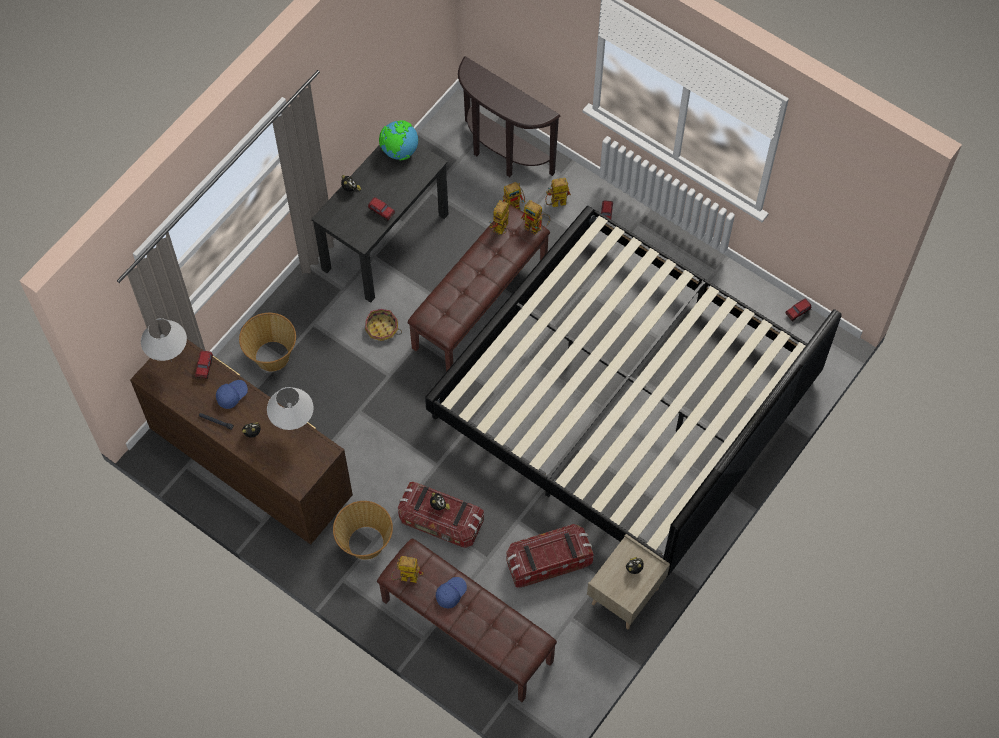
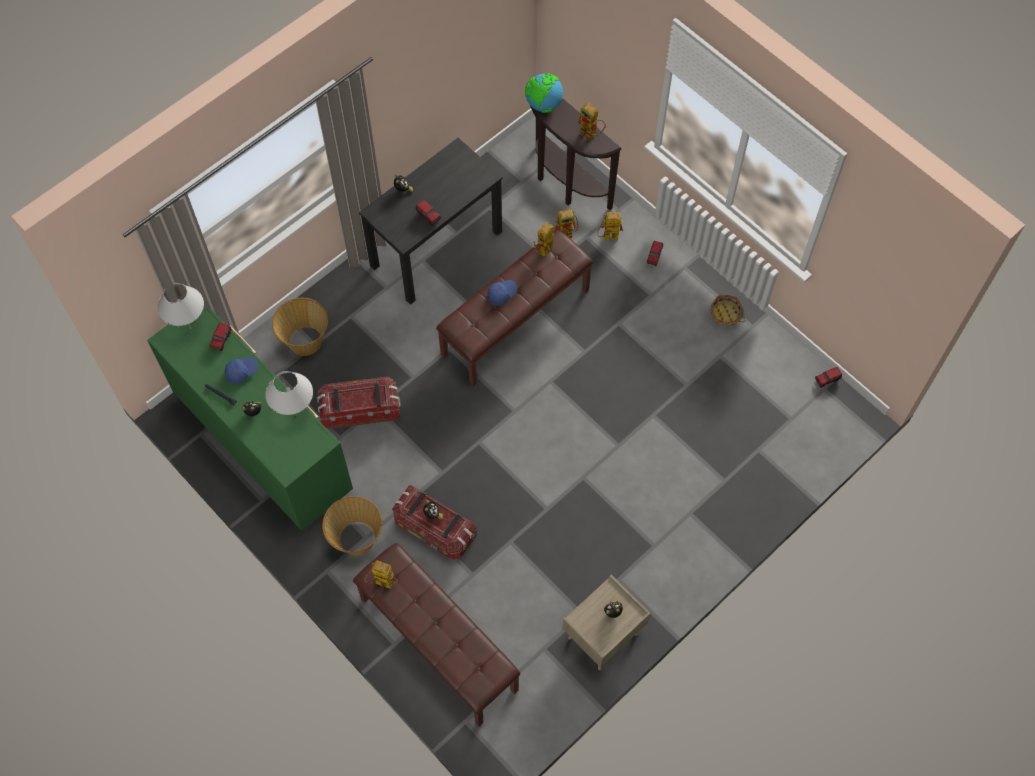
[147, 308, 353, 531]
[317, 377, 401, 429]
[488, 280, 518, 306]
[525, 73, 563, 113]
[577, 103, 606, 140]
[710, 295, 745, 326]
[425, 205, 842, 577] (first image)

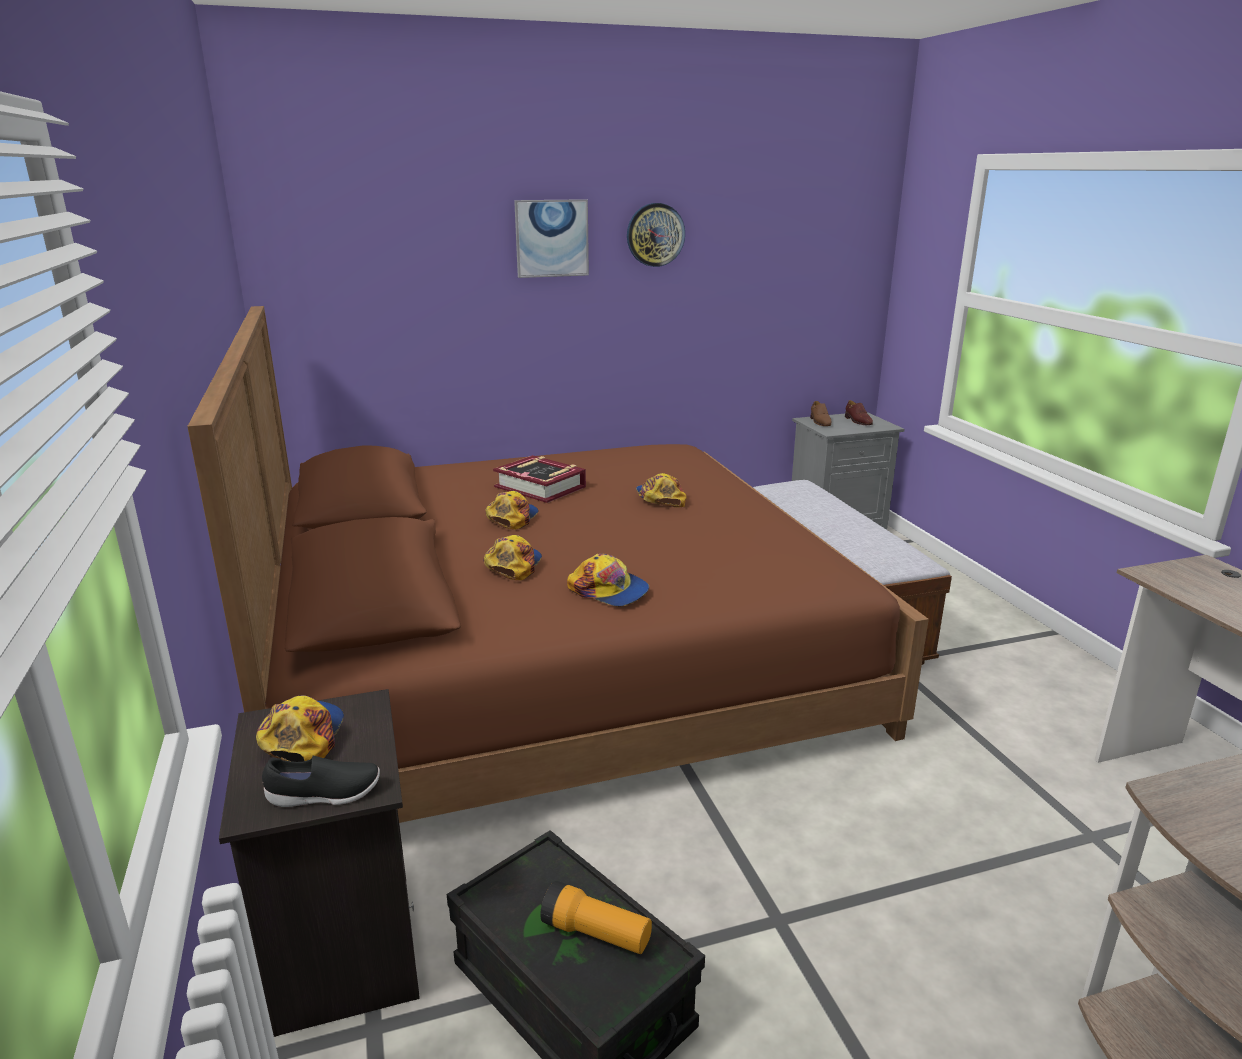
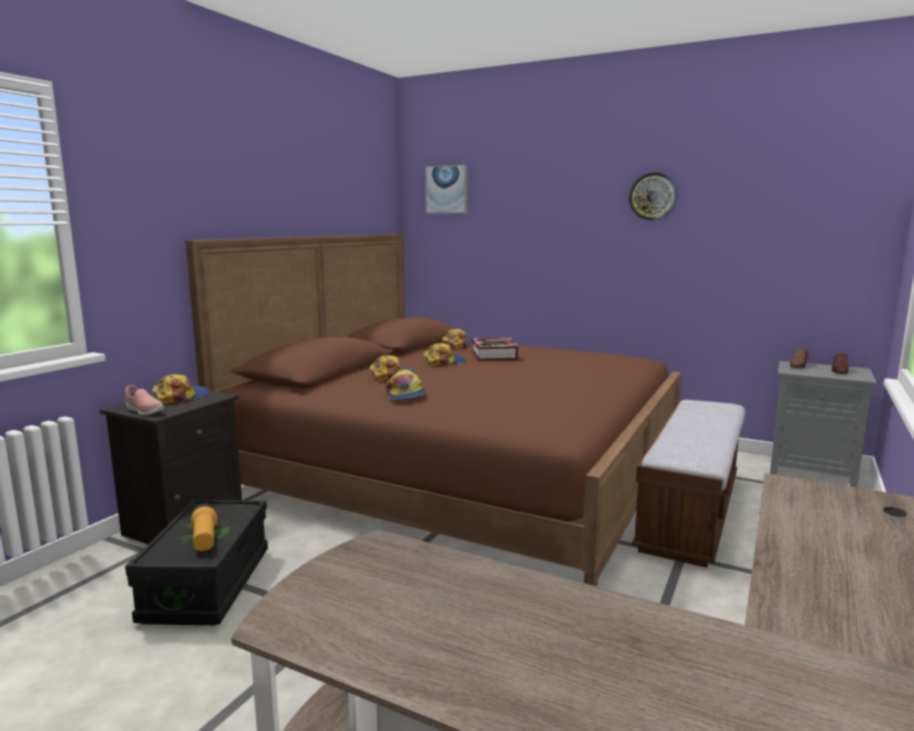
[125, 385, 164, 415]
[425, 164, 468, 214]
[442, 329, 474, 349]

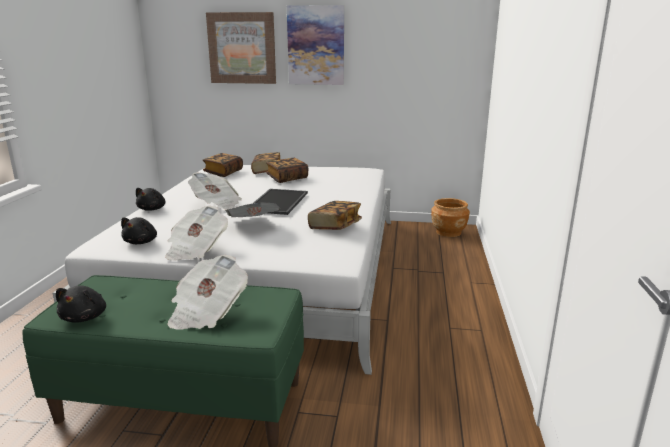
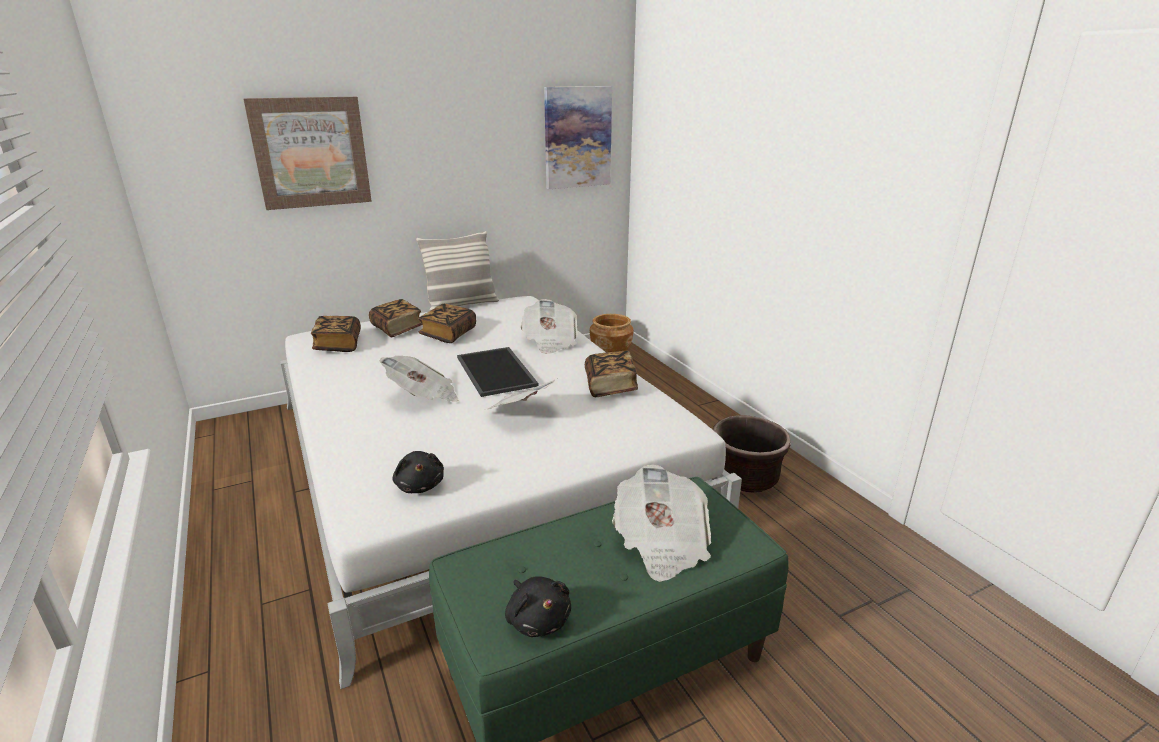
[416, 231, 499, 311]
[520, 299, 578, 354]
[544, 86, 612, 189]
[713, 415, 791, 492]
[136, 188, 166, 211] (first image)

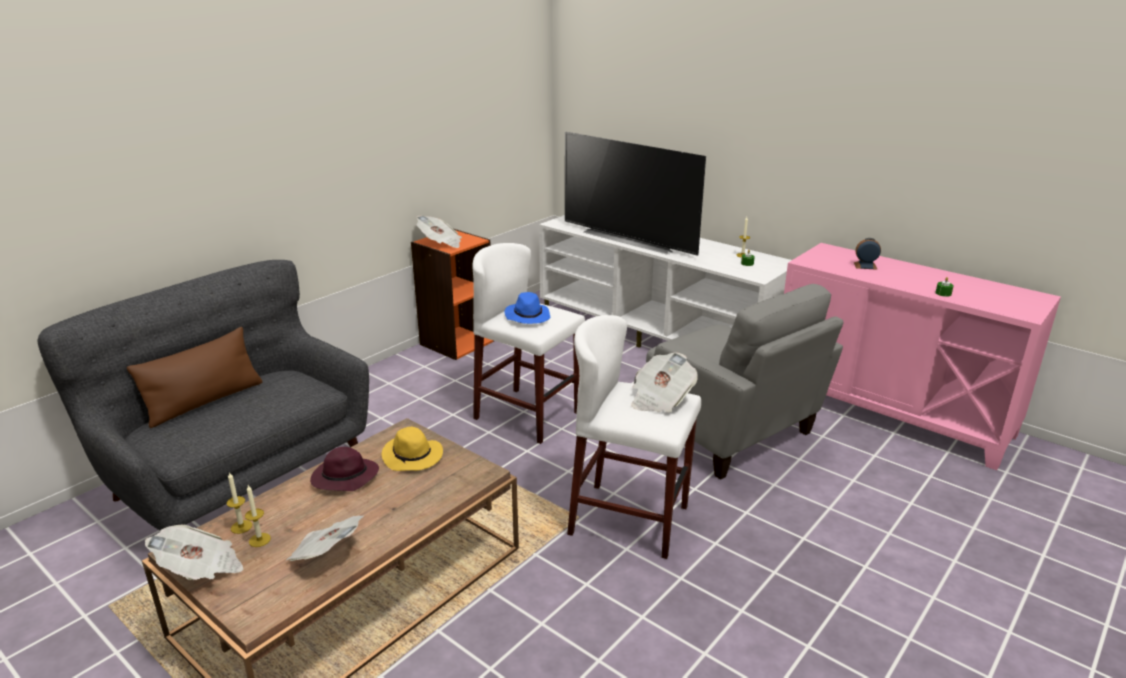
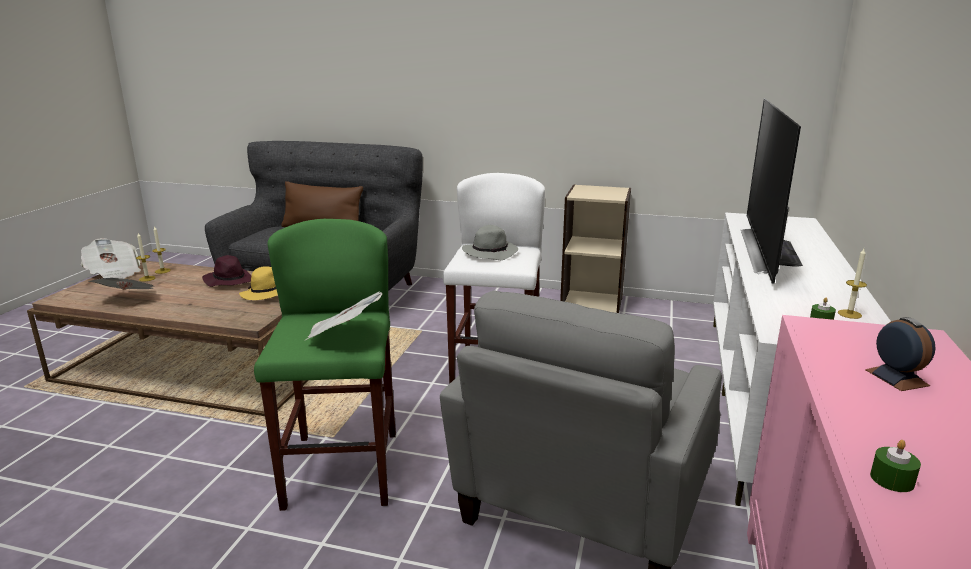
[254, 219, 396, 511]
[462, 225, 518, 260]
[560, 184, 631, 313]
[416, 215, 462, 248] (first image)

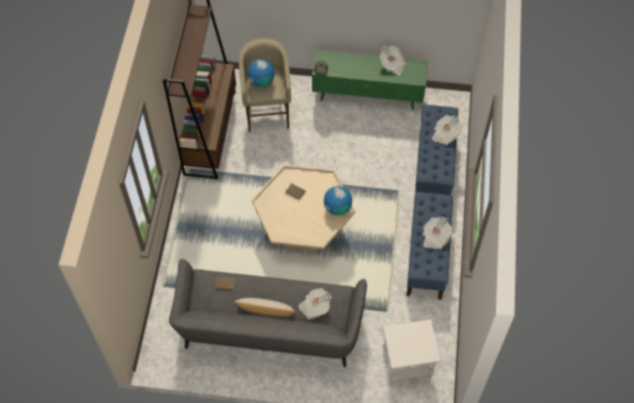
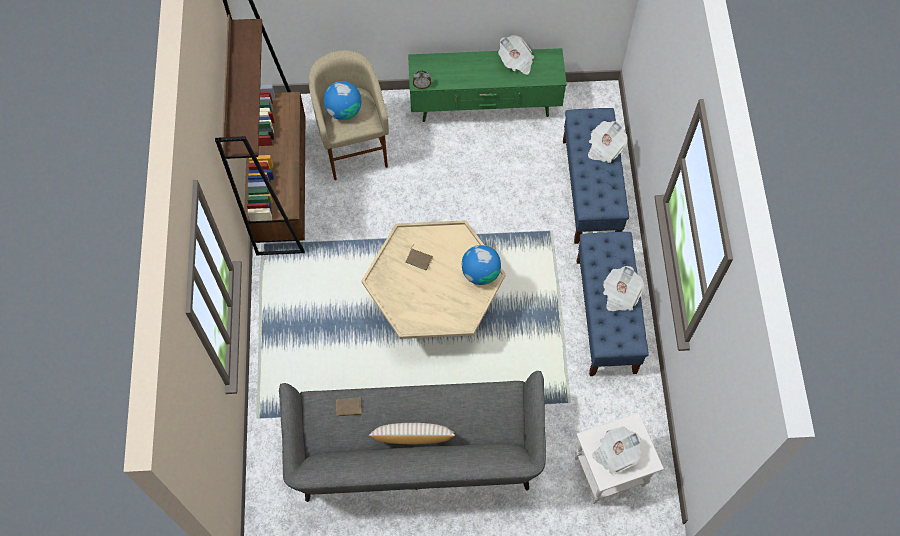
[592, 426, 641, 474]

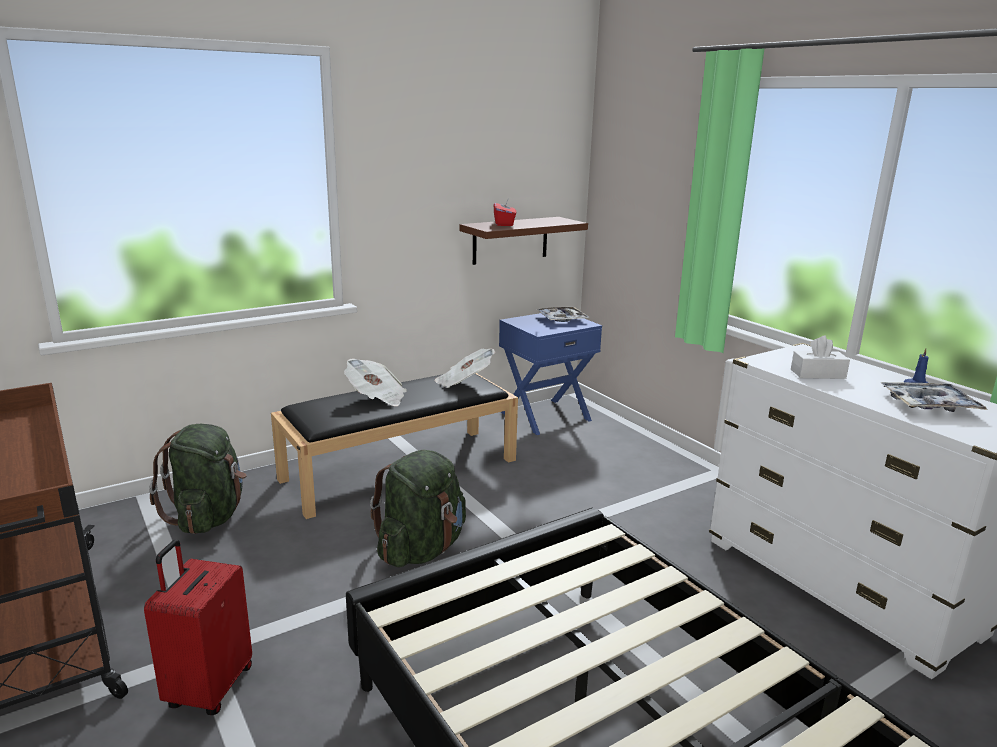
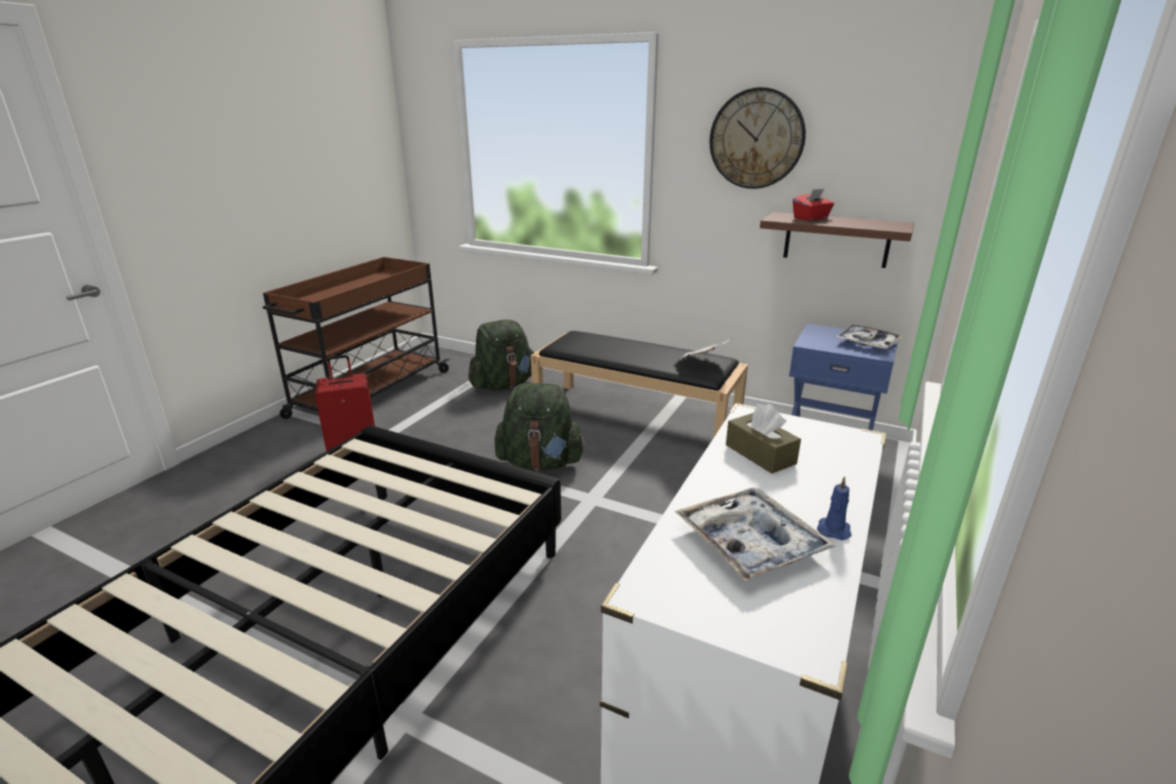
[710, 87, 806, 189]
[726, 403, 801, 474]
[344, 358, 407, 406] (first image)

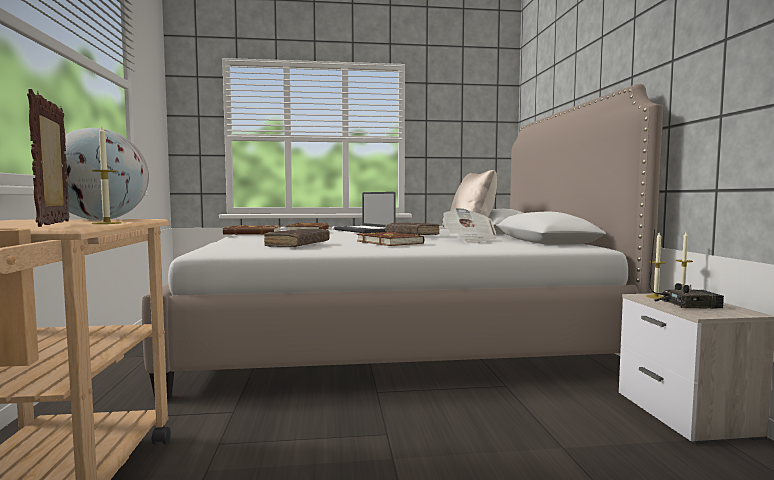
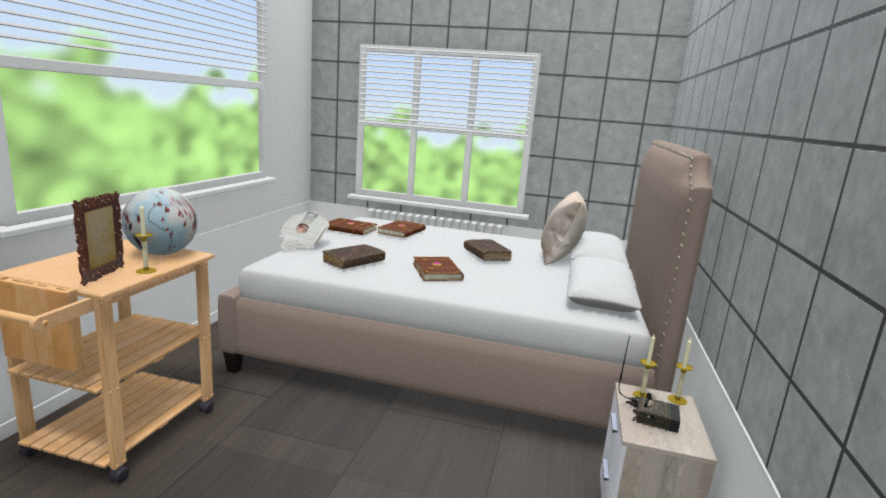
[279, 211, 330, 250]
[334, 192, 396, 233] (first image)

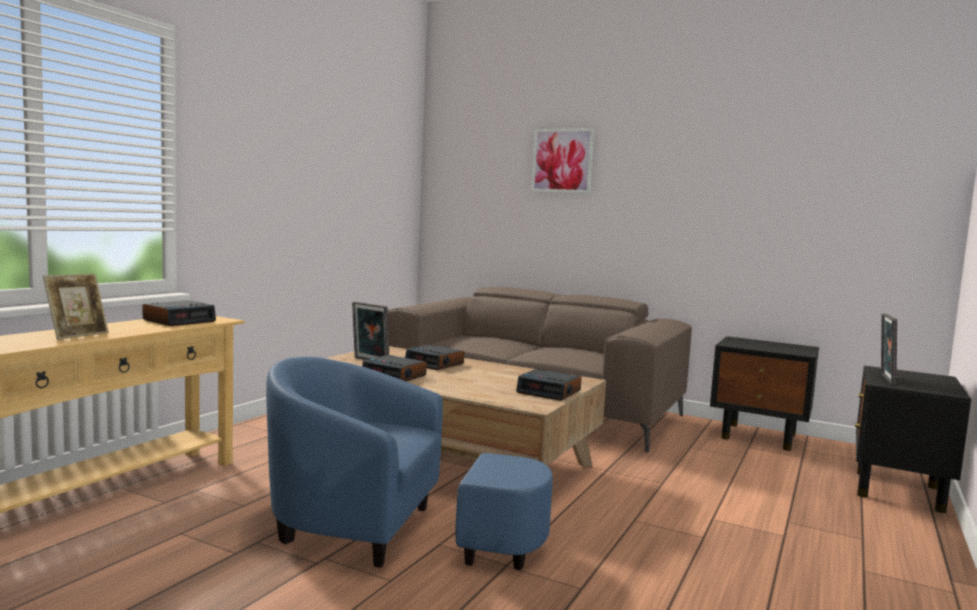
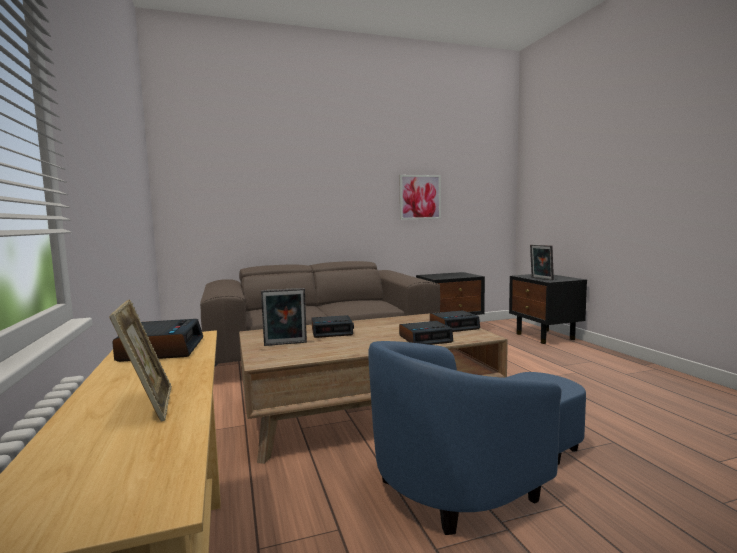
[399, 175, 441, 220]
[399, 321, 453, 345]

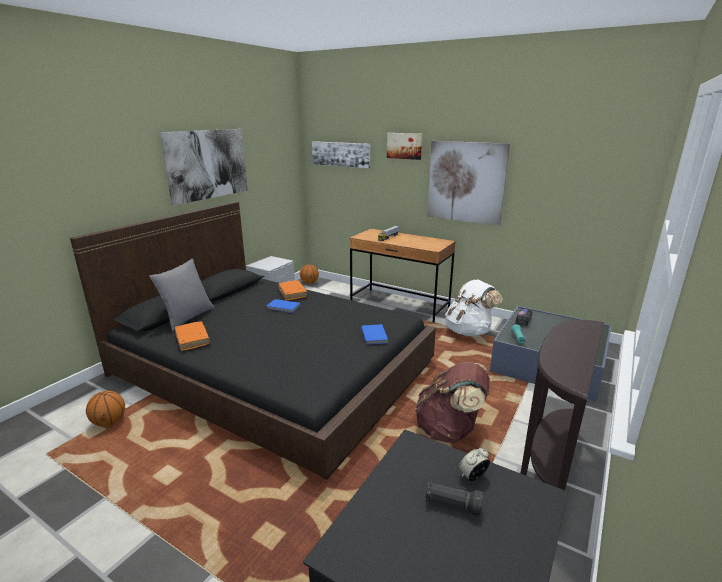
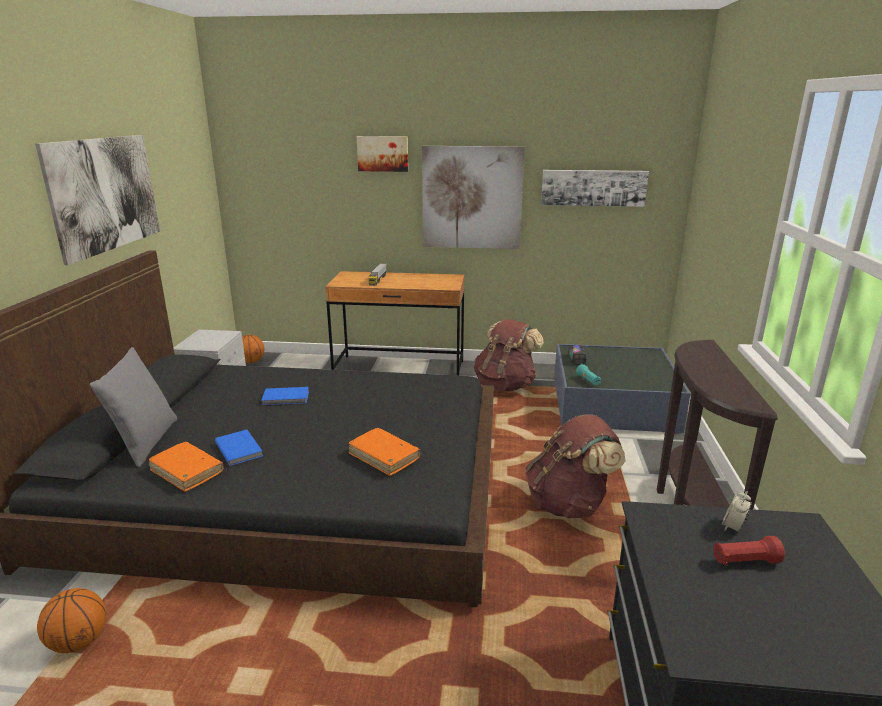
[215, 430, 263, 466]
[349, 428, 420, 476]
[474, 319, 544, 391]
[541, 170, 649, 207]
[713, 536, 785, 565]

